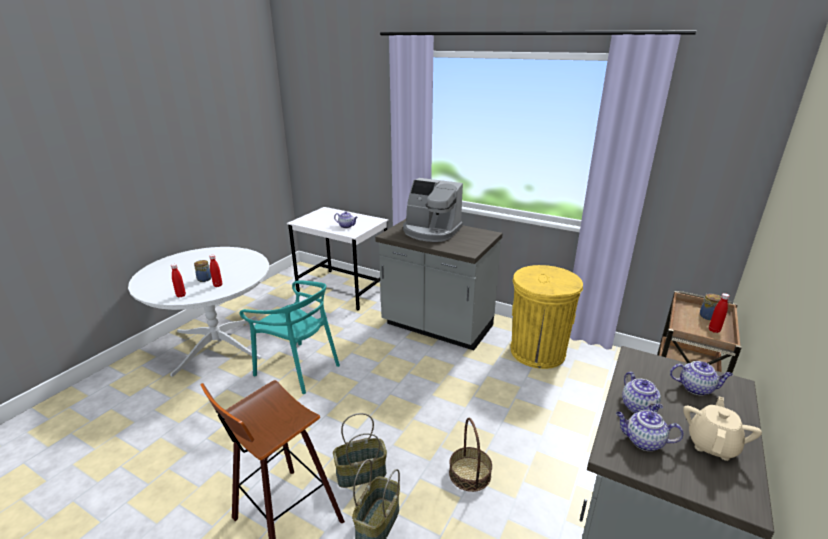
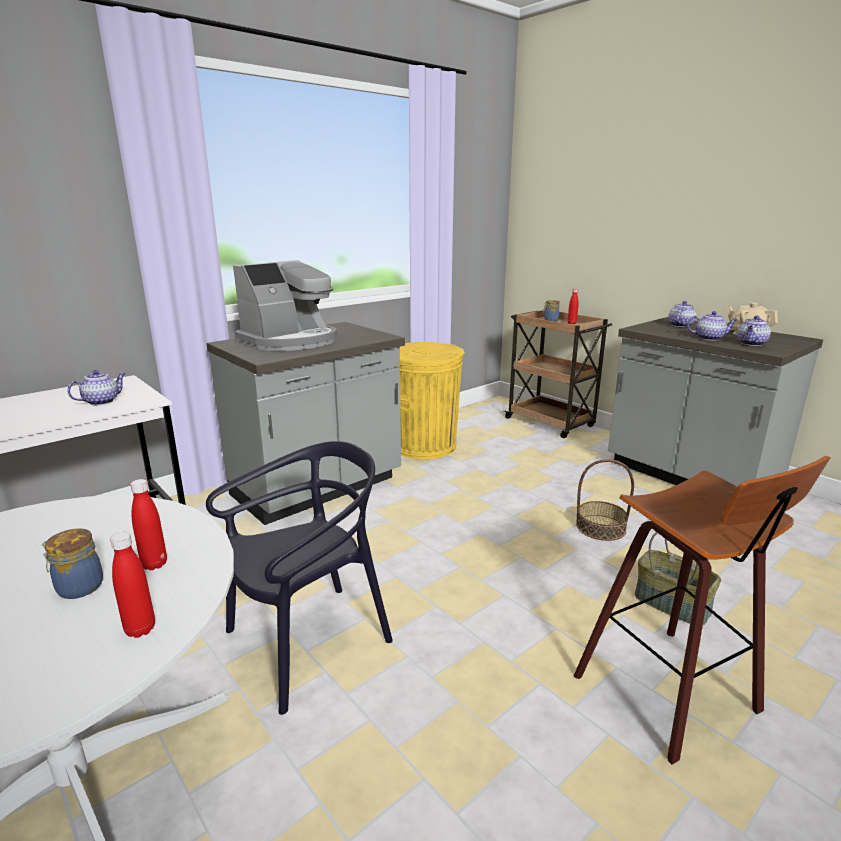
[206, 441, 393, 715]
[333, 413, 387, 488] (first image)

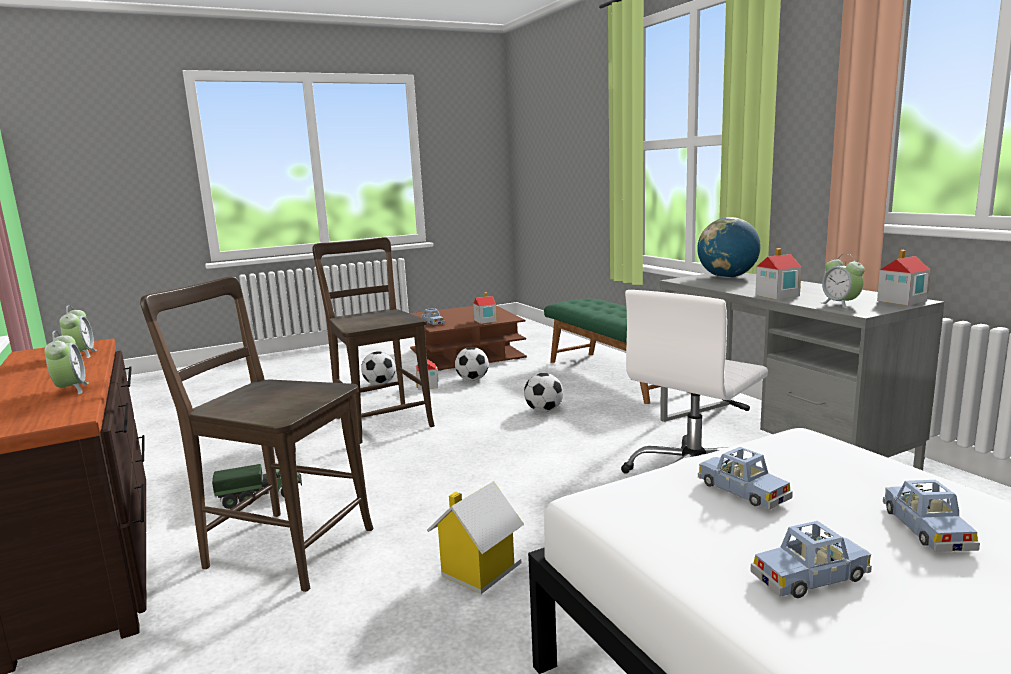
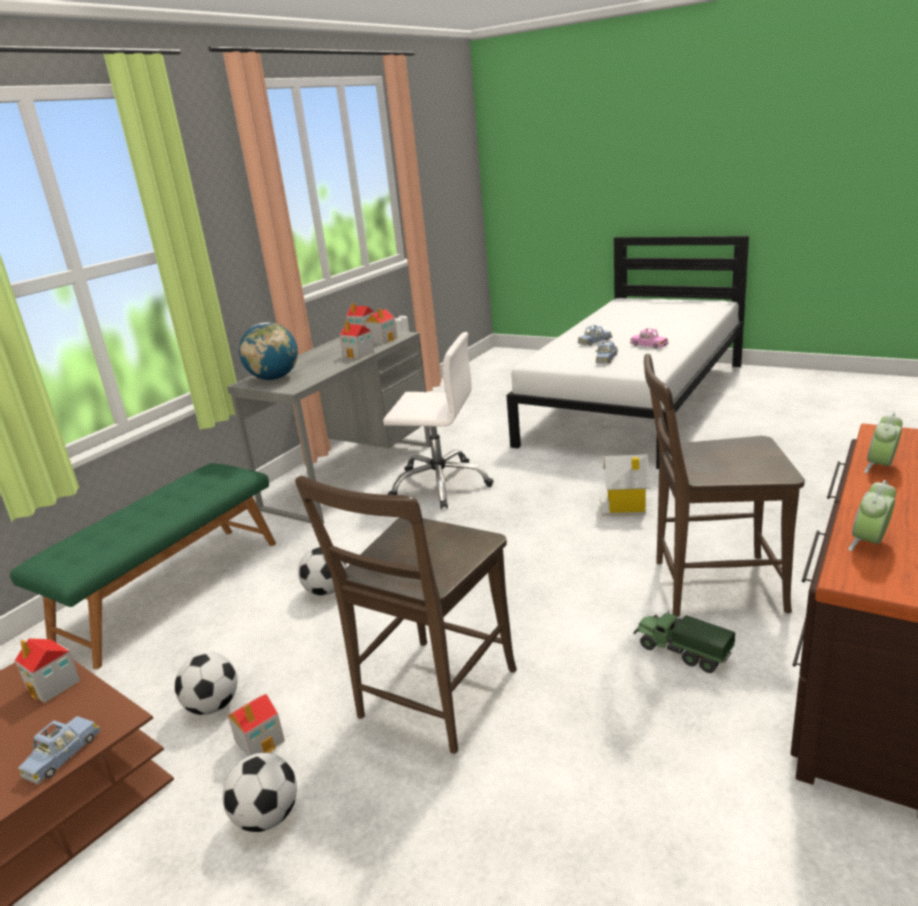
[365, 308, 397, 344]
[630, 328, 669, 348]
[644, 354, 805, 617]

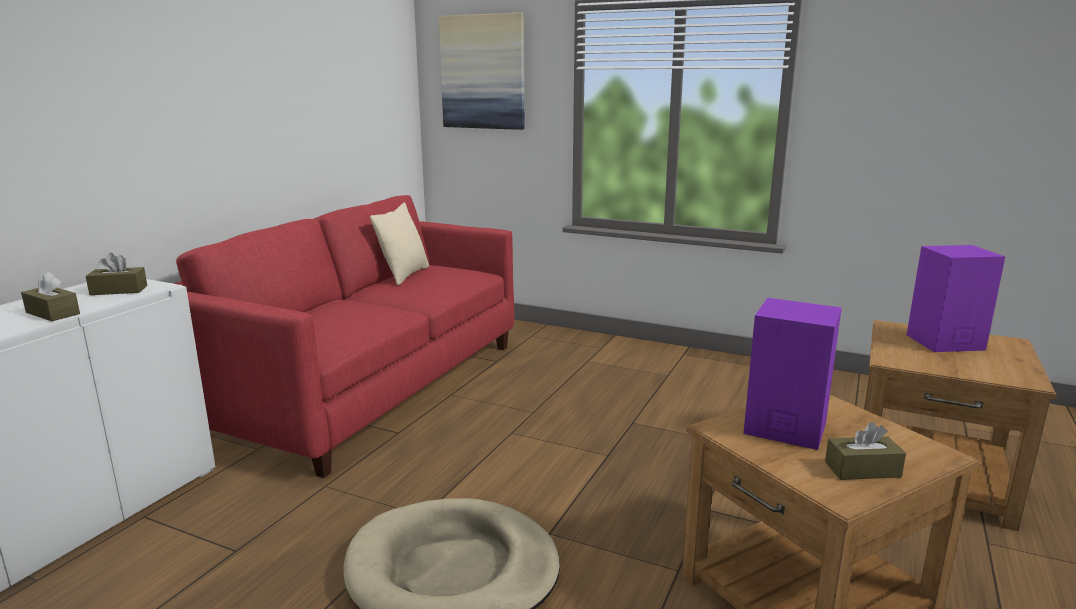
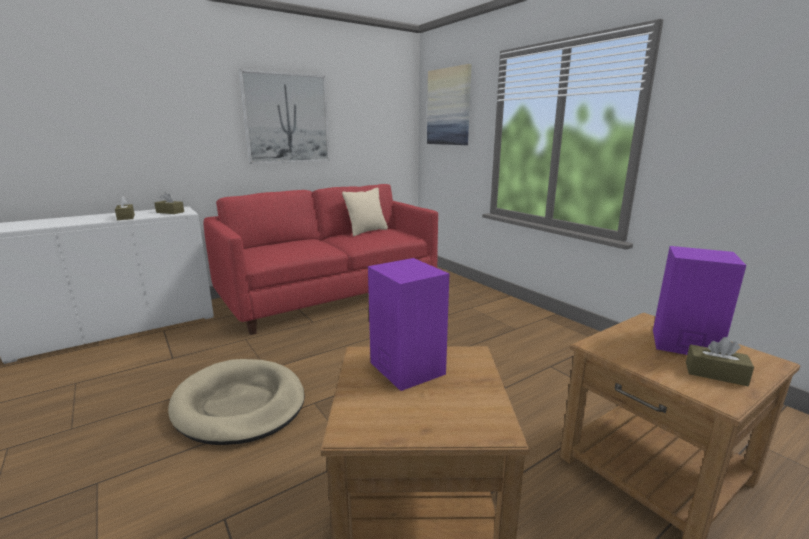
[239, 69, 330, 164]
[686, 337, 754, 386]

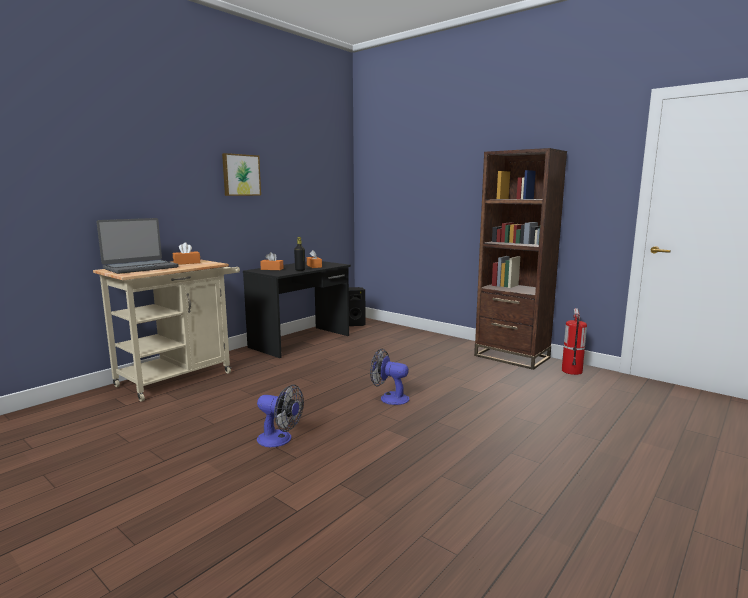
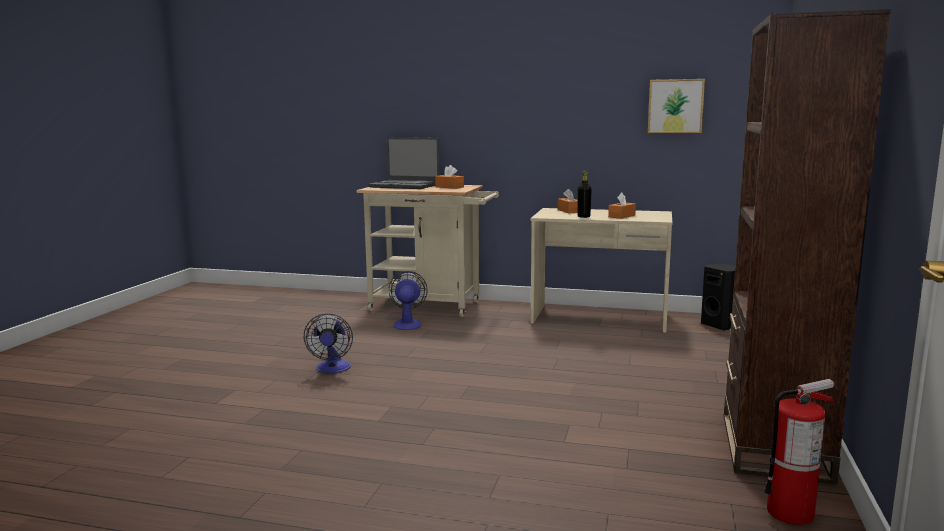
[388, 271, 428, 330]
[530, 208, 673, 333]
[648, 79, 705, 133]

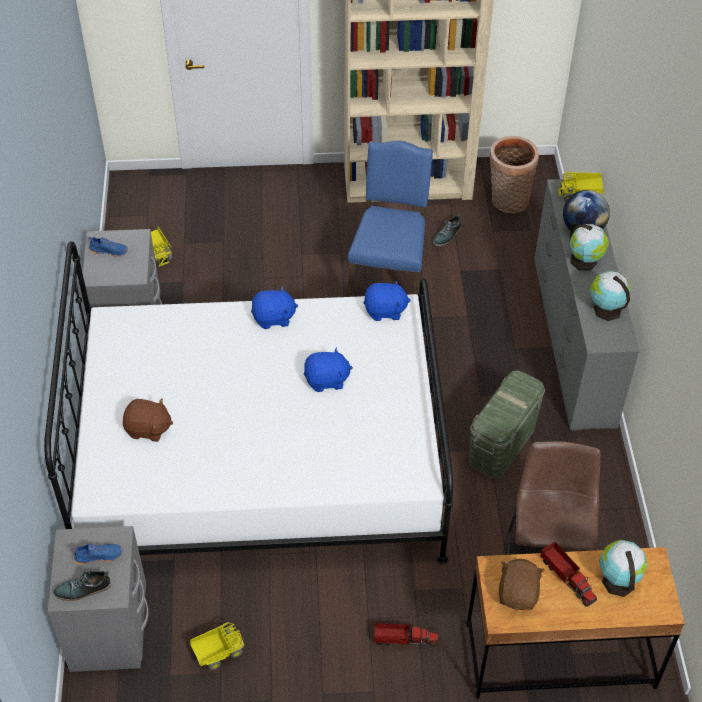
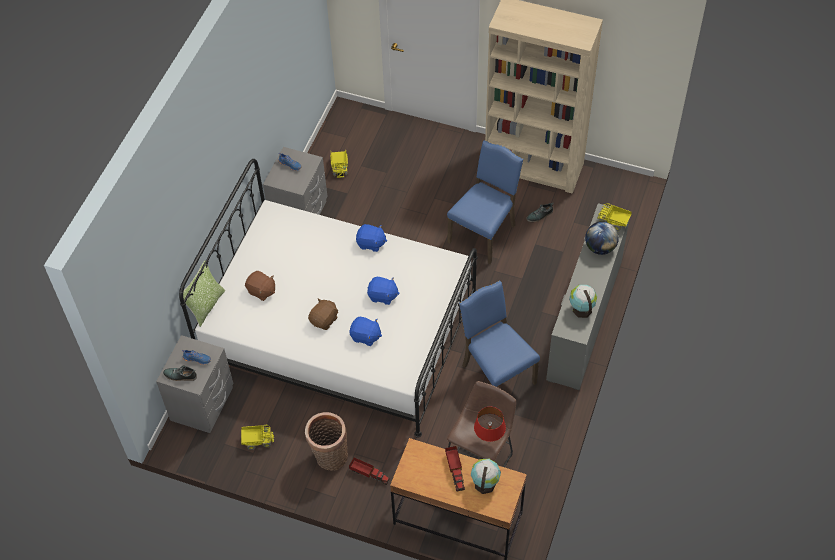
[183, 261, 225, 327]
[305, 412, 348, 471]
[308, 298, 338, 330]
[349, 317, 382, 346]
[459, 281, 540, 387]
[474, 407, 506, 442]
[569, 224, 609, 270] (first image)

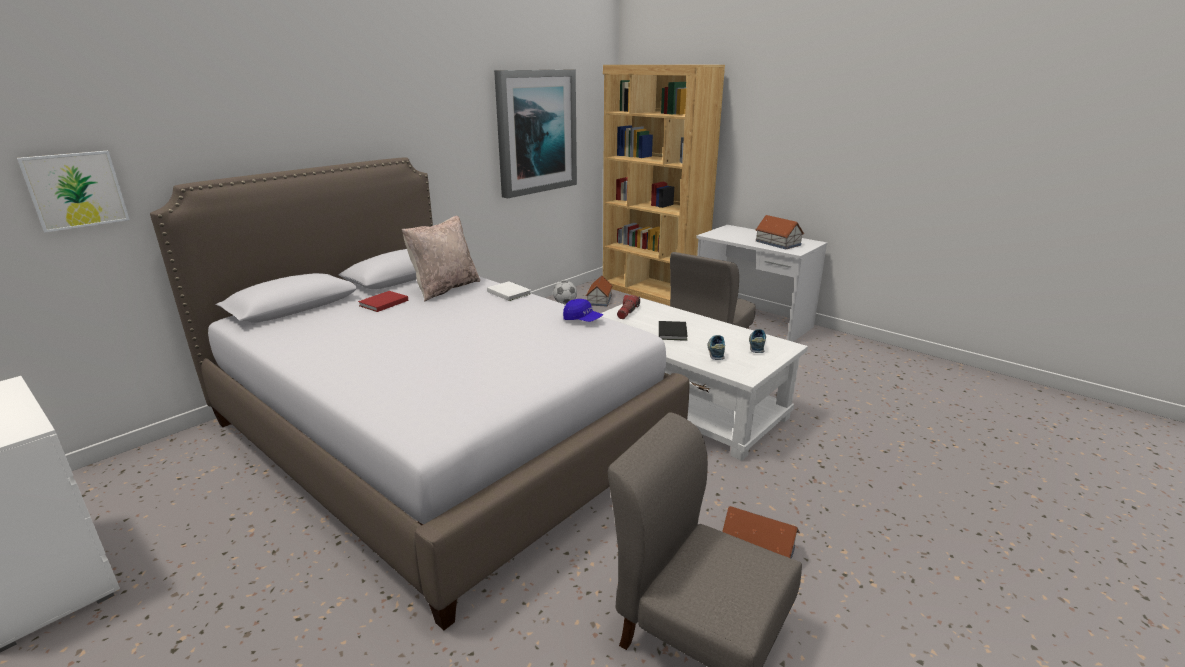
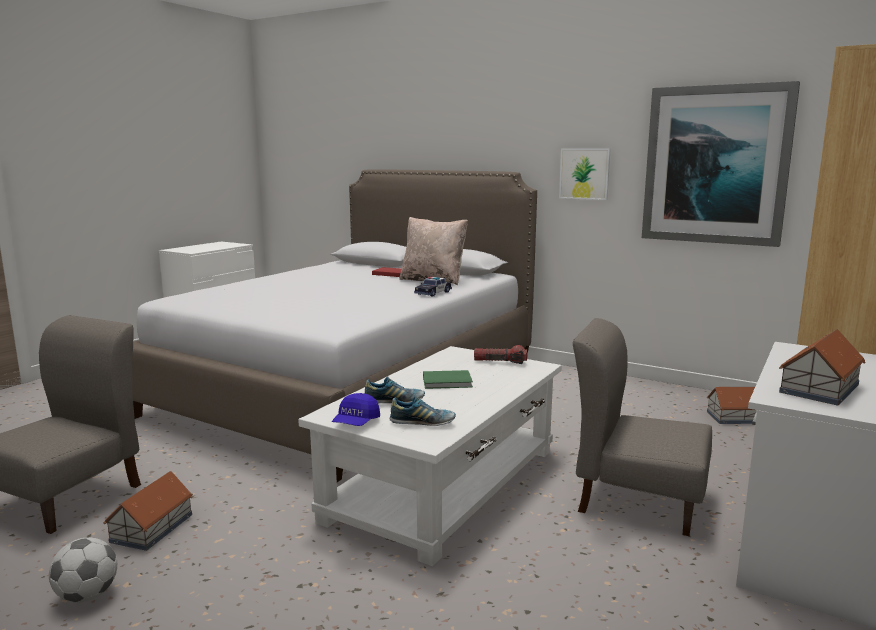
[49, 538, 117, 602]
[332, 393, 380, 426]
[414, 277, 452, 297]
[423, 370, 473, 389]
[559, 148, 611, 200]

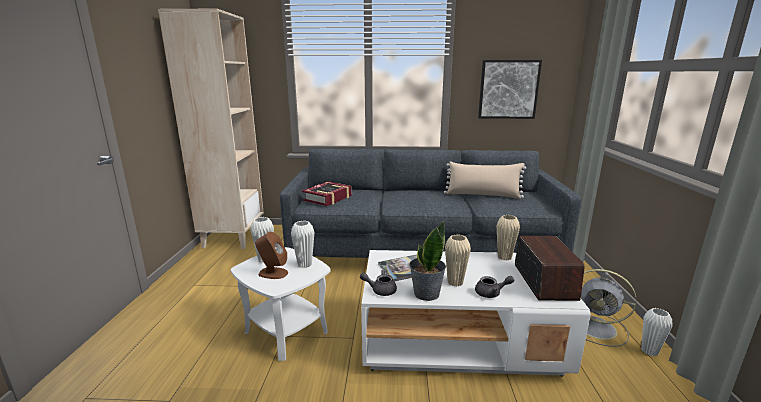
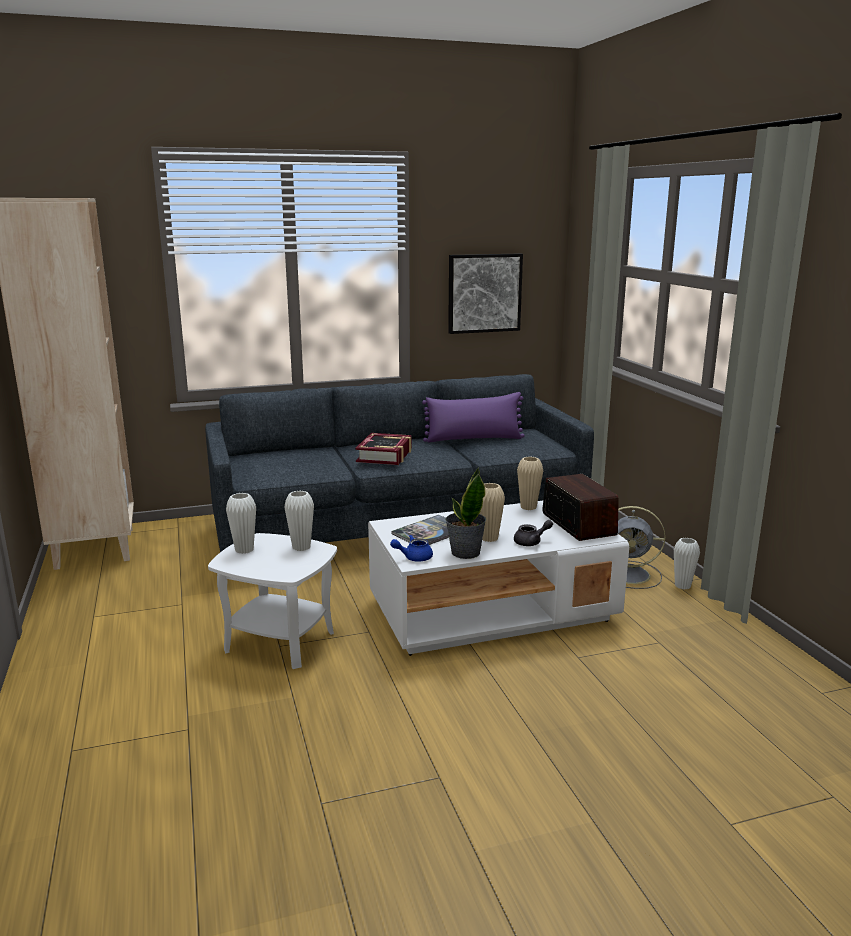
[355, 433, 412, 465]
[390, 535, 433, 562]
[422, 392, 525, 442]
[255, 232, 288, 279] (first image)

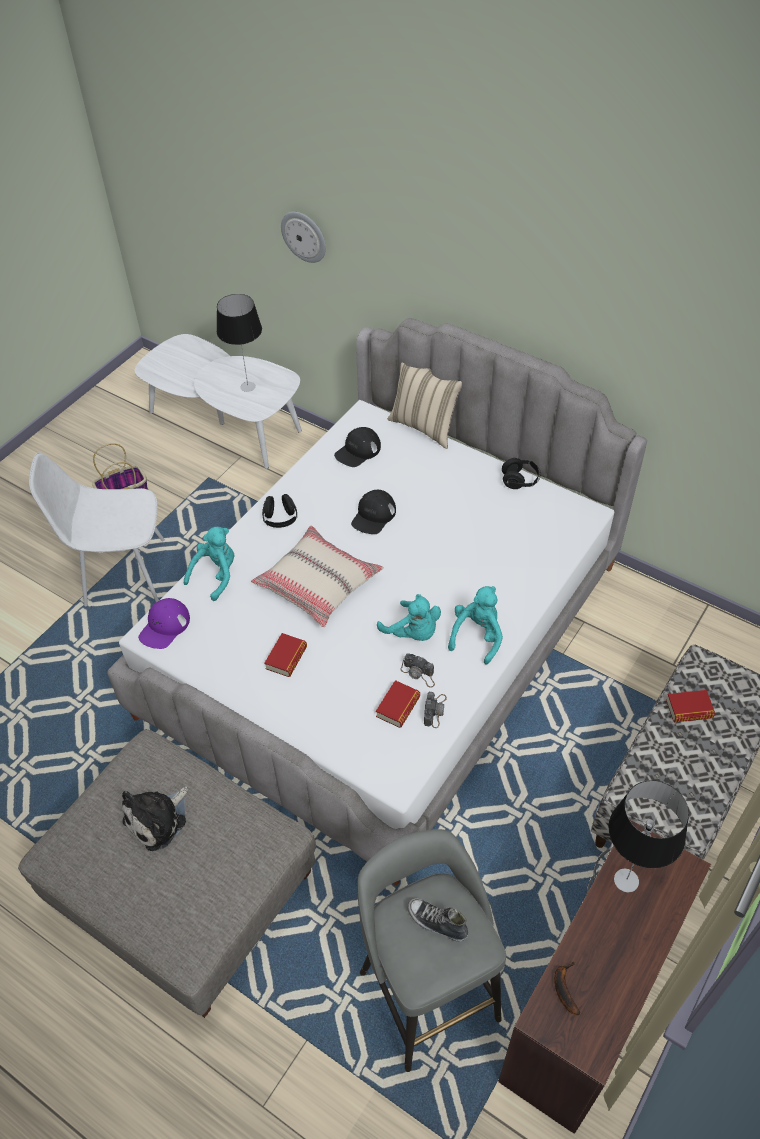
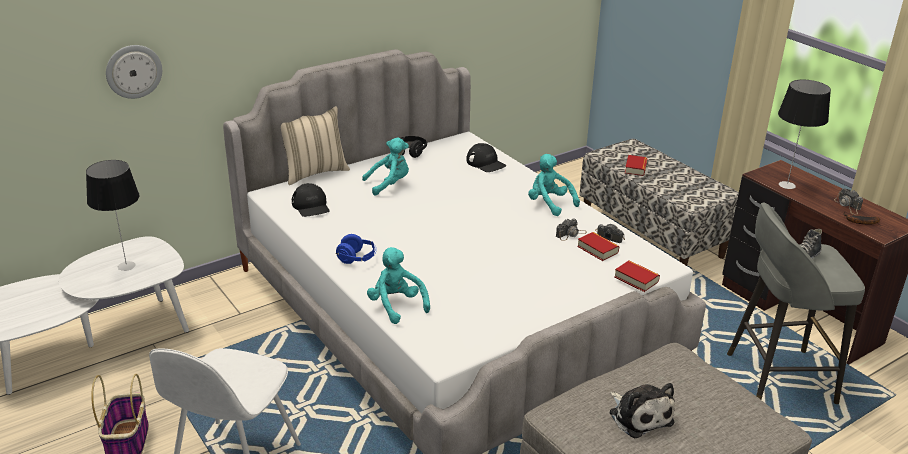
[336, 234, 376, 264]
[362, 138, 409, 196]
[466, 143, 506, 172]
[615, 261, 660, 292]
[834, 188, 863, 215]
[138, 598, 190, 649] (first image)
[251, 526, 384, 628] (first image)

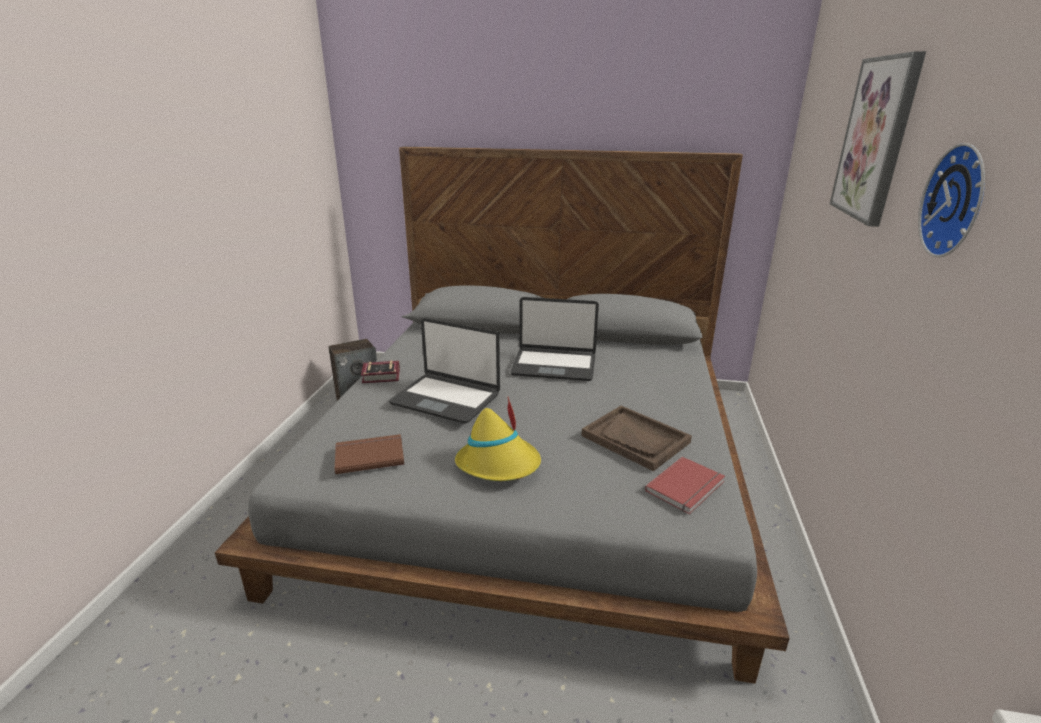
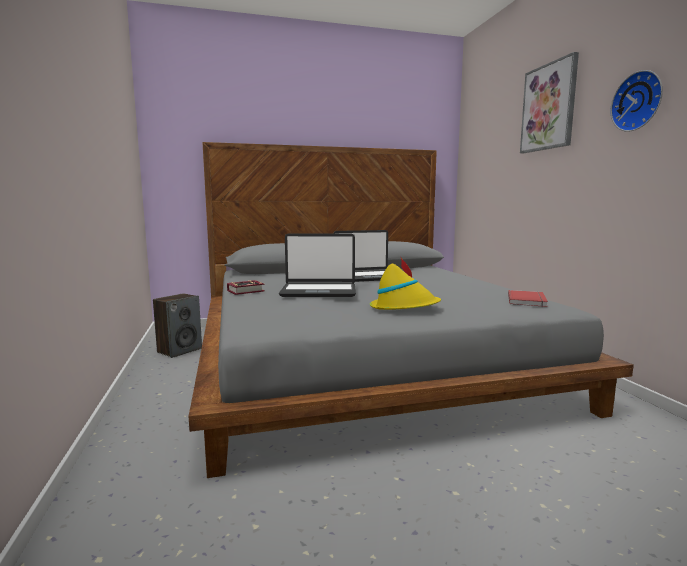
[335, 434, 404, 474] (first image)
[581, 406, 692, 471] (first image)

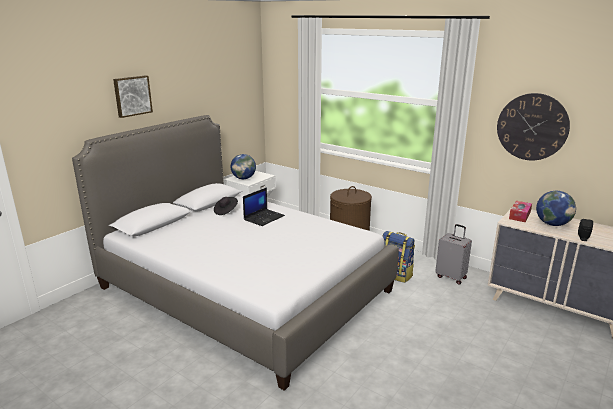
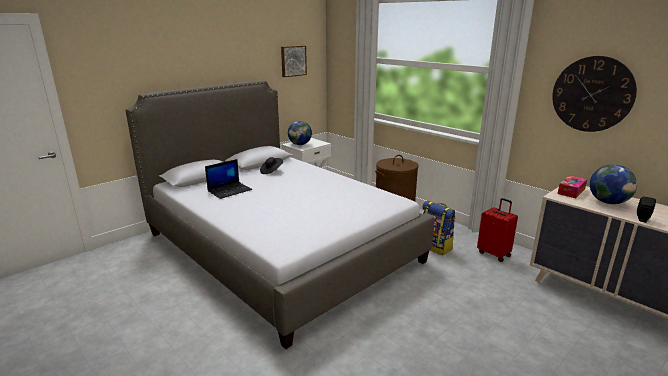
[205, 159, 252, 199]
[281, 45, 307, 77]
[477, 198, 518, 262]

